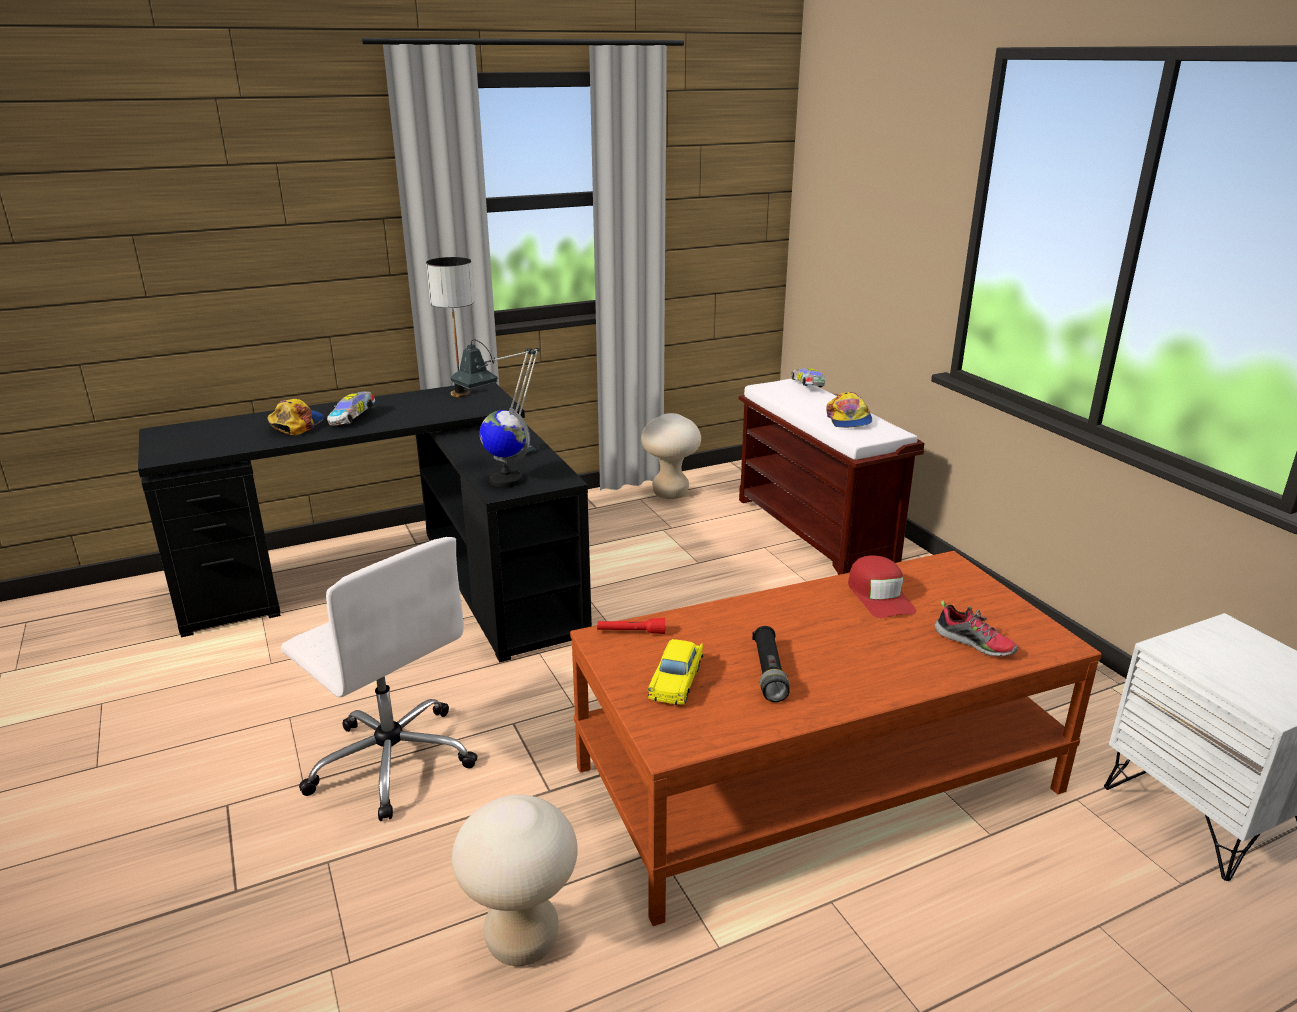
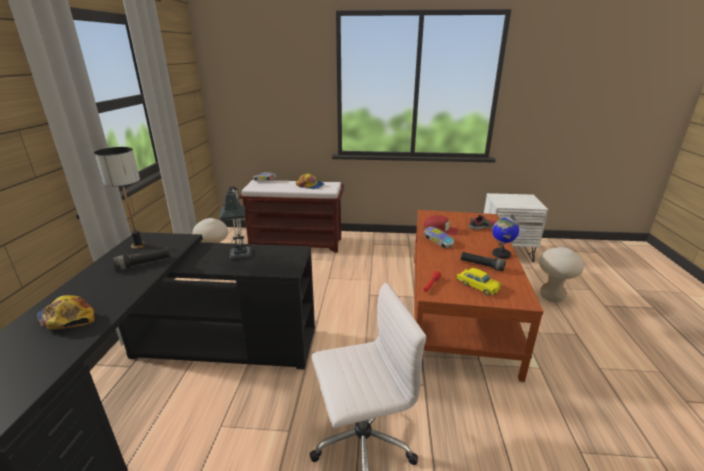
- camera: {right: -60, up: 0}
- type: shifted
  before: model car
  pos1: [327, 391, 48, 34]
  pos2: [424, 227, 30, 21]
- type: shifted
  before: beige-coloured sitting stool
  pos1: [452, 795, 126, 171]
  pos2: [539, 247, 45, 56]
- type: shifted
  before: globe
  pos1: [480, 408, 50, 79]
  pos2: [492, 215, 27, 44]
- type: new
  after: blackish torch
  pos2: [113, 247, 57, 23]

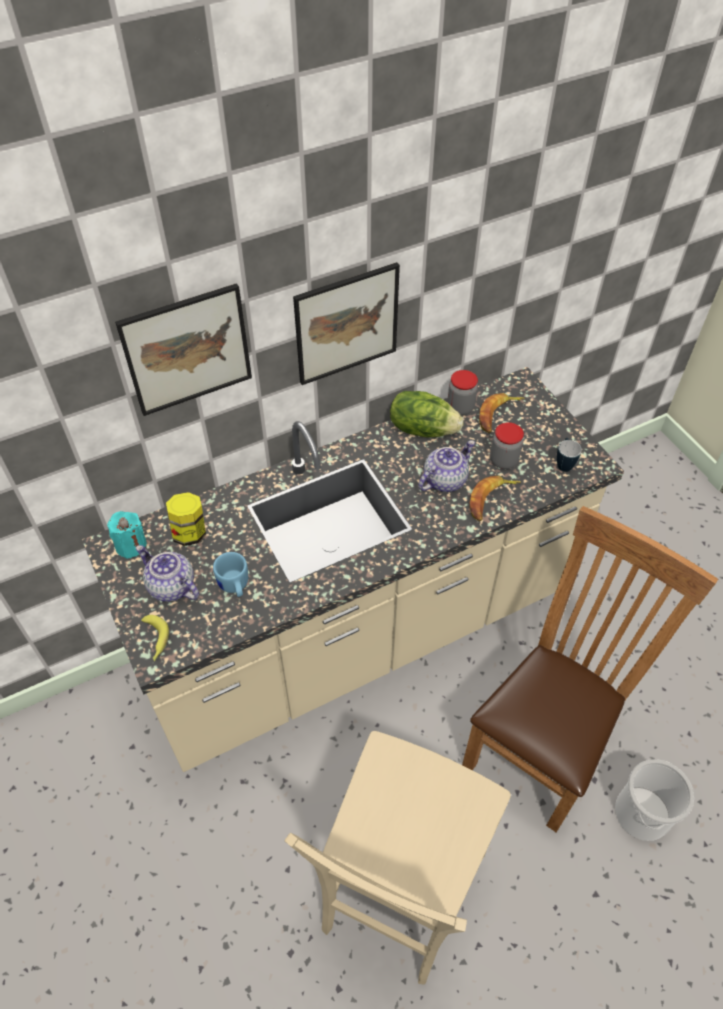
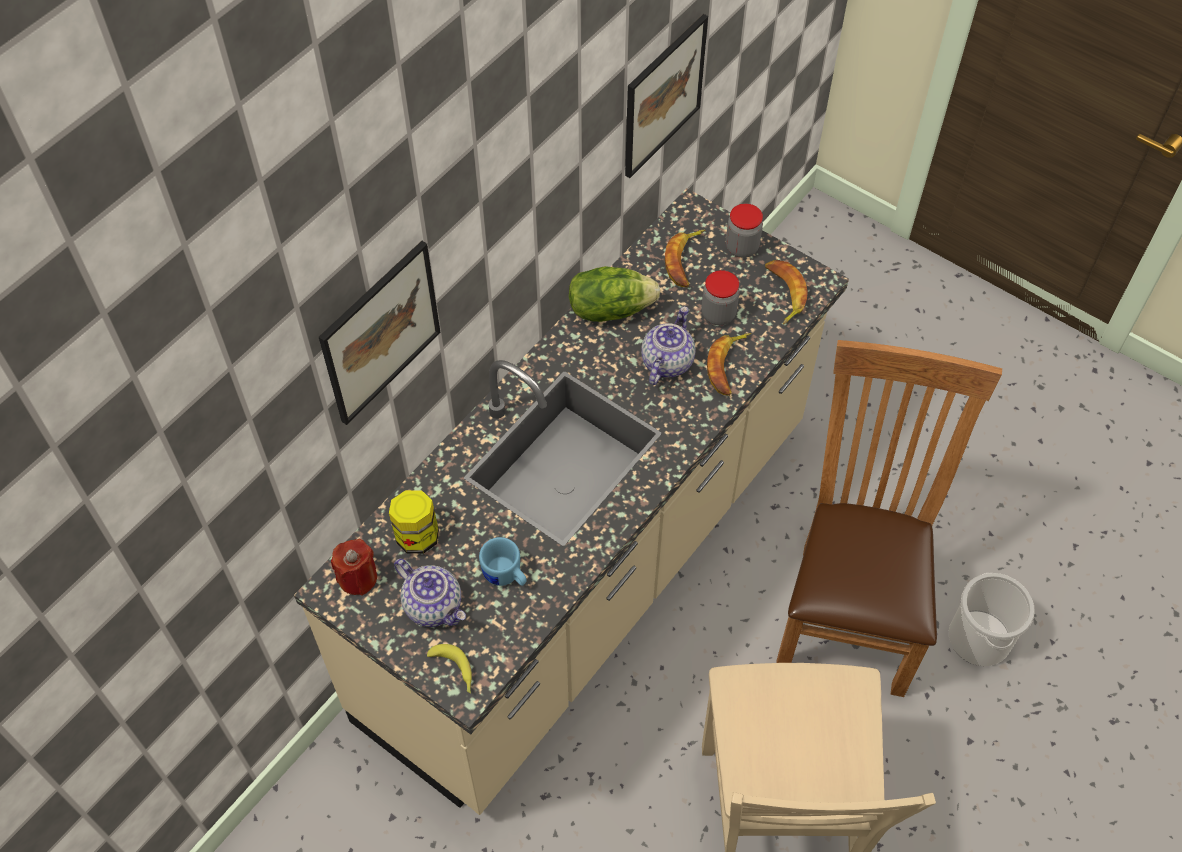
- camera: {right: -25, up: 5}
- type: repainted
  before: blue-green wax candle
  after: red wax candle
  pos1: [107, 511, 40, 48]
  pos2: [331, 539, 46, 57]
- type: rotated
  before: pot for tea
  pos1: [136, 545, 63, 57]
  pos2: [394, 559, 72, 68]
  turn: -150
- type: shifted
  before: wall art
  pos1: [293, 262, 107, 123]
  pos2: [625, 14, 83, 164]
- type: shifted
  before: storage jar
  pos1: [447, 370, 31, 45]
  pos2: [726, 204, 37, 54]
- type: swapped
  before: coffee mug
  after: banana
  pos1: [557, 438, 25, 34]
  pos2: [765, 260, 43, 65]

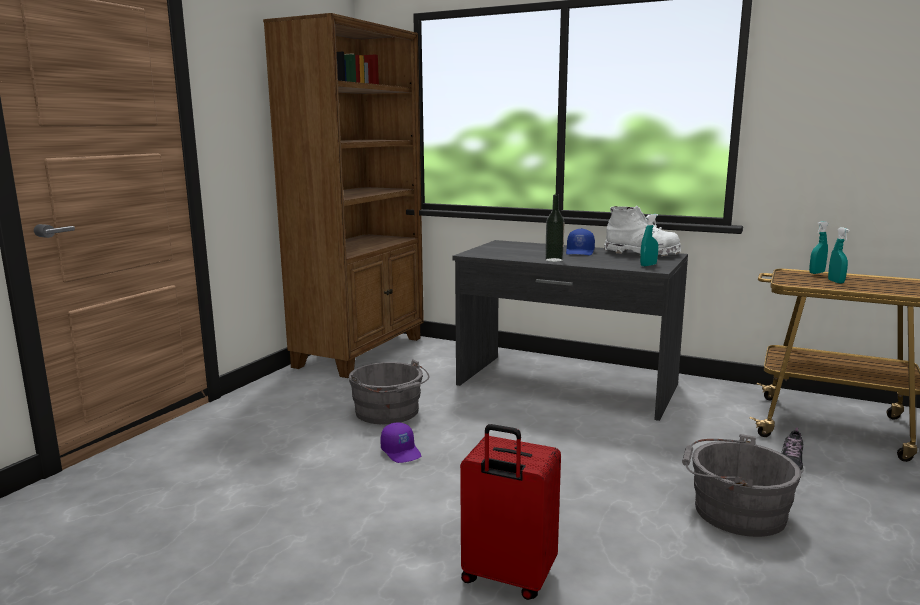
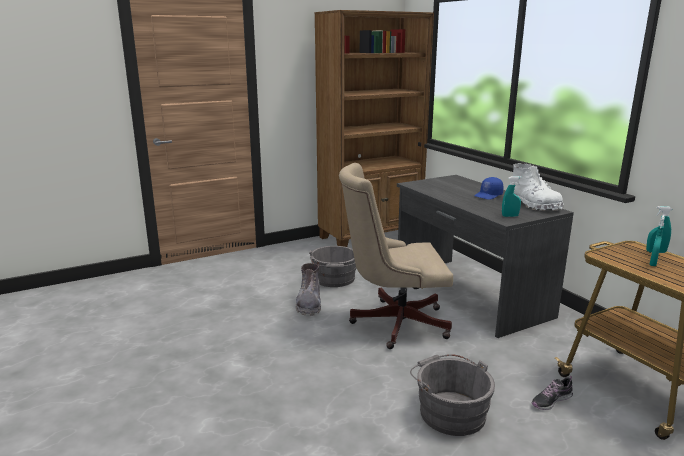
- camera: {right: 35, up: 5}
- type: swapped
  before: purplish baseball cap
  after: grey tall boot
  pos1: [381, 422, 40, 41]
  pos2: [295, 263, 26, 53]
- type: gone
  before: red suitcase
  pos1: [460, 424, 101, 176]
- type: gone
  before: bottle
  pos1: [545, 194, 19, 68]
- type: new
  after: beige-coloured desk chair
  pos2: [339, 163, 114, 186]

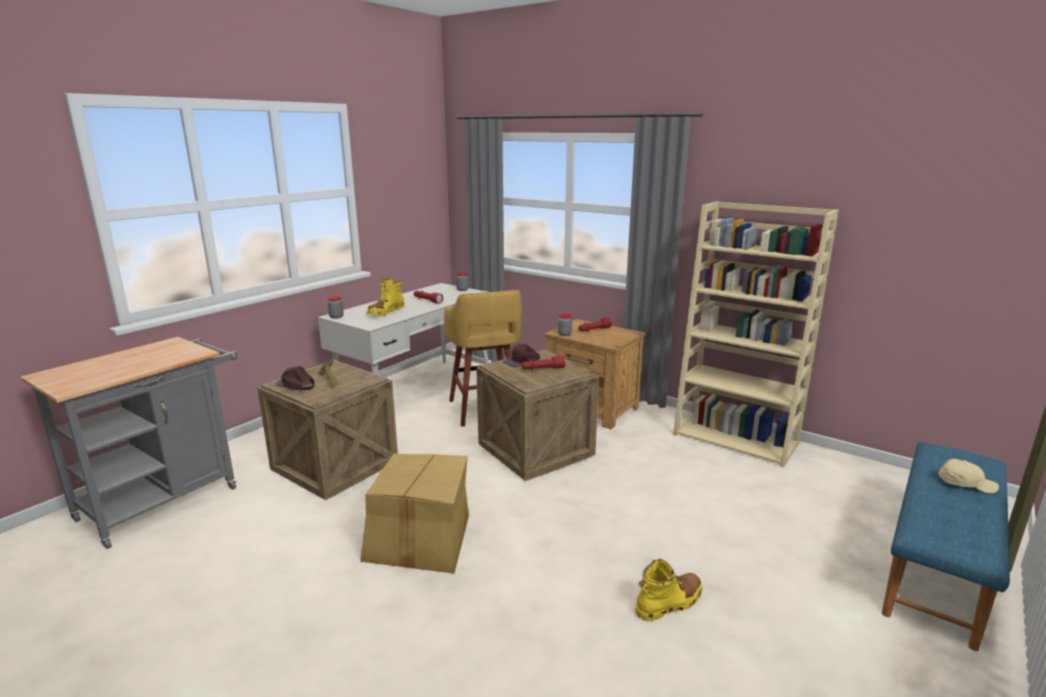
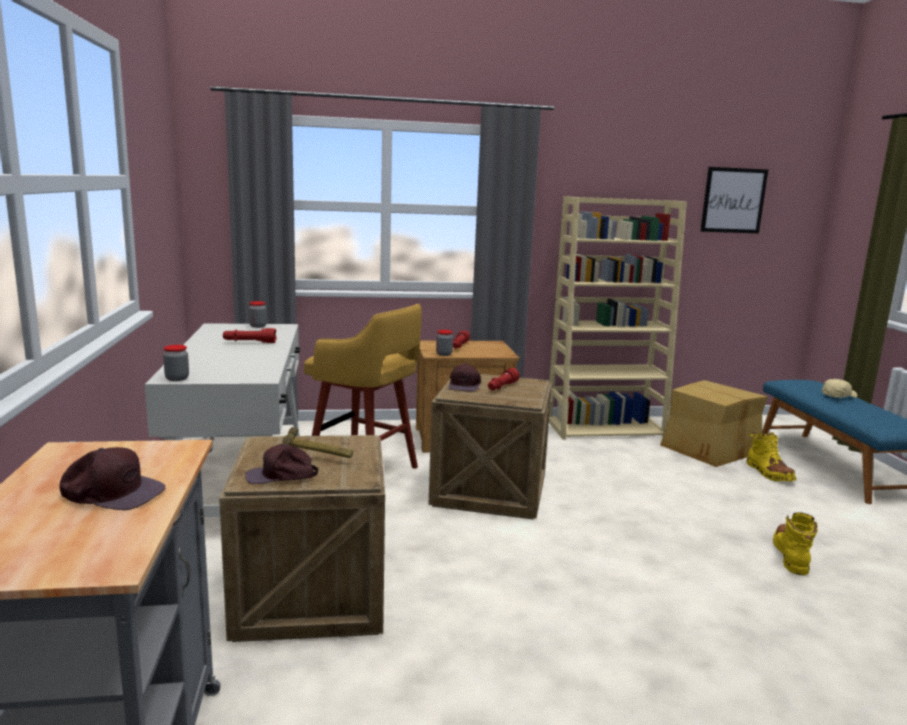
- camera: {right: -45, up: -5}
- type: shifted
  before: cardboard box
  pos1: [360, 454, 109, 120]
  pos2: [660, 380, 108, 87]
- type: shifted
  before: yellow-coloured tall boot
  pos1: [367, 278, 38, 37]
  pos2: [746, 432, 50, 50]
- type: new
  after: brown baseball cap
  pos2: [59, 447, 106, 63]
- type: new
  after: wall art
  pos2: [700, 167, 68, 66]

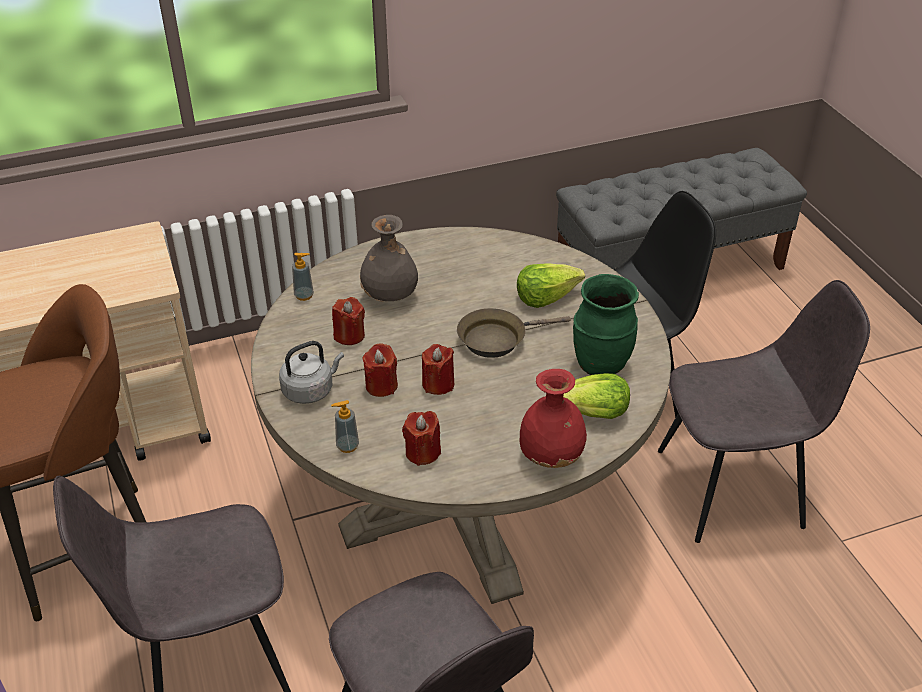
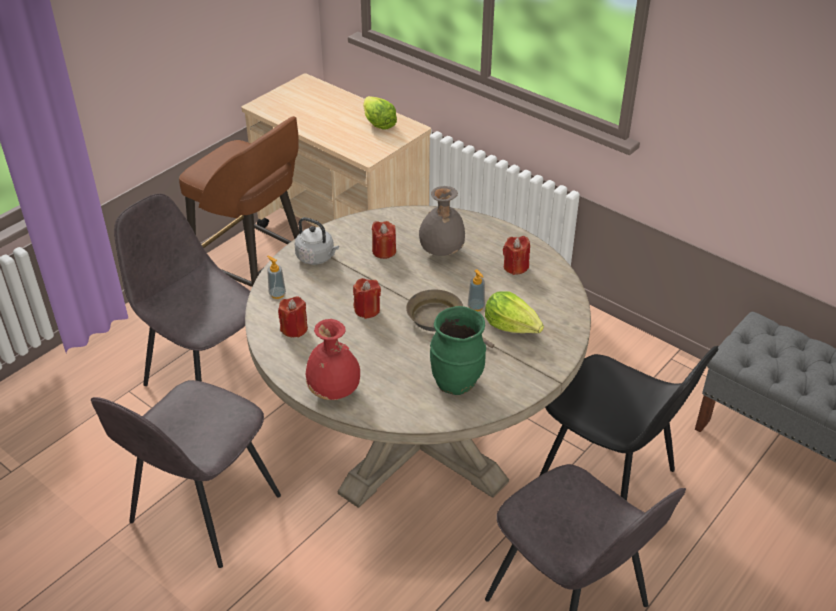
- camera: {right: 60, up: 0}
- type: shifted
  before: liquid soap bottle
  pos1: [292, 253, 22, 48]
  pos2: [468, 269, 17, 42]
- type: shifted
  before: red wax candle
  pos1: [362, 343, 36, 54]
  pos2: [503, 236, 27, 39]
- type: shifted
  before: head of lettuce
  pos1: [563, 373, 67, 46]
  pos2: [363, 96, 34, 34]

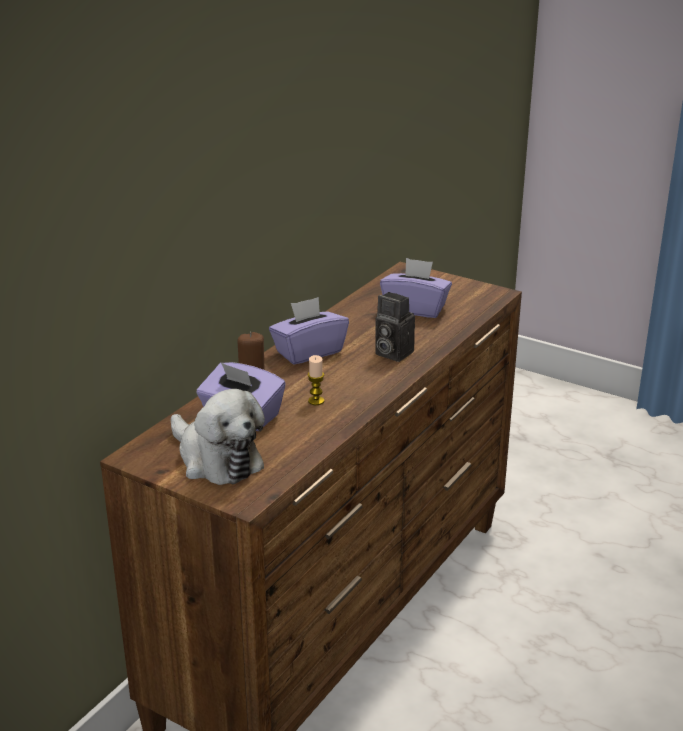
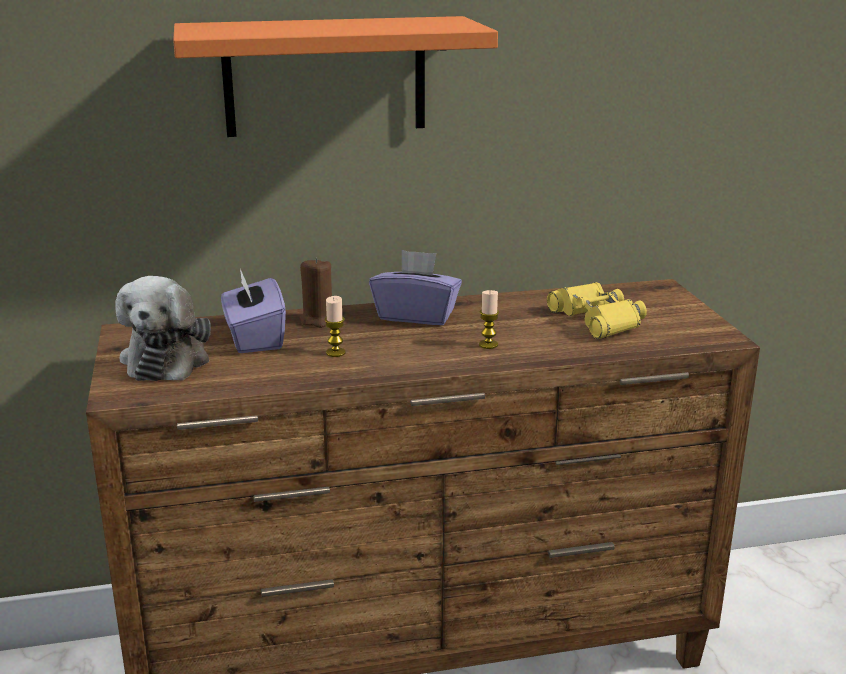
- camera: {right: 45, up: -5}
- type: swapped
  before: photo camera
  after: wax candle
  pos1: [375, 292, 40, 70]
  pos2: [479, 290, 20, 59]
- type: swapped
  before: purplish box of tissues
  after: yellow-coloured binoculars
  pos1: [380, 258, 72, 60]
  pos2: [547, 282, 100, 57]
- type: new
  after: orange-coloured bracket shelf
  pos2: [173, 16, 325, 121]

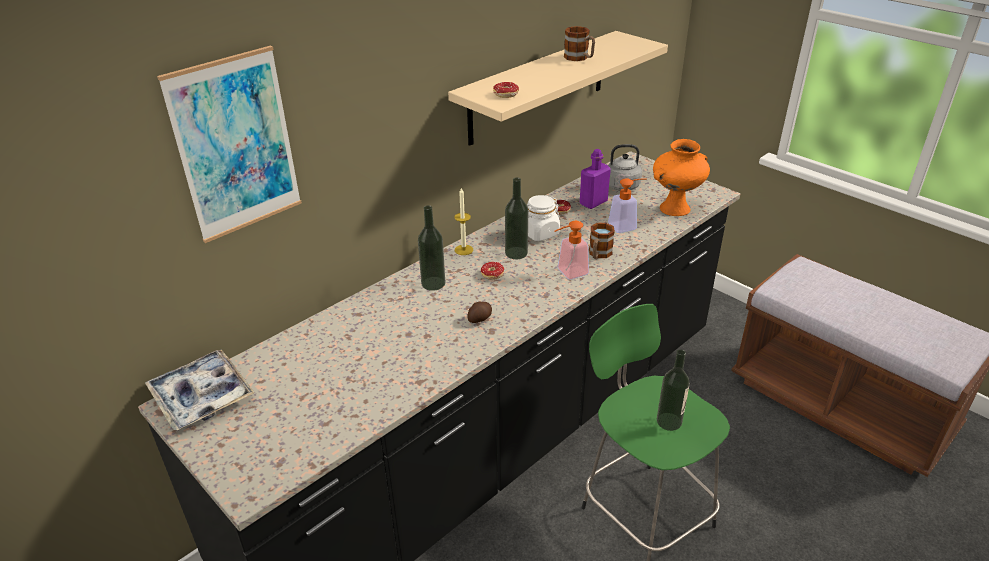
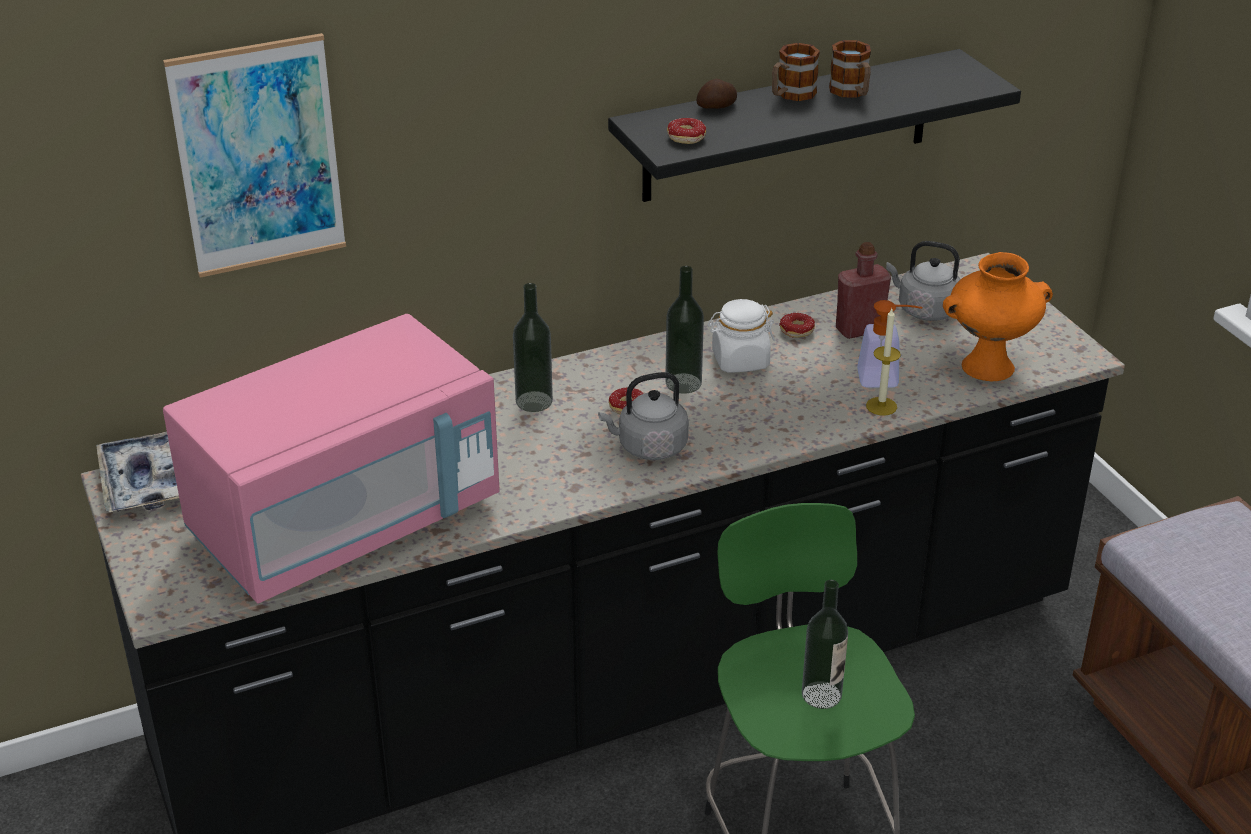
- camera: {right: 20, up: 0}
- type: repainted
  before: beige-coloured bracket shelf
  after: blackish bracket shelf
  pos1: [448, 31, 220, 115]
  pos2: [608, 49, 413, 153]
- type: shifted
  before: wax candle
  pos1: [454, 188, 19, 67]
  pos2: [866, 309, 35, 106]
- type: shifted
  before: whole potato
  pos1: [467, 302, 25, 21]
  pos2: [696, 79, 41, 30]
- type: gone
  before: liquid soap bottle
  pos1: [554, 221, 35, 59]
- type: repainted
  before: purplish bottle
  after: red bottle
  pos1: [580, 149, 31, 60]
  pos2: [836, 242, 55, 97]
- type: shifted
  before: coffee mug
  pos1: [589, 223, 26, 36]
  pos2: [772, 43, 48, 58]
- type: new
  after: pink microwave oven
  pos2: [163, 314, 337, 290]
- type: new
  after: grey tea kettle
  pos2: [598, 372, 91, 88]

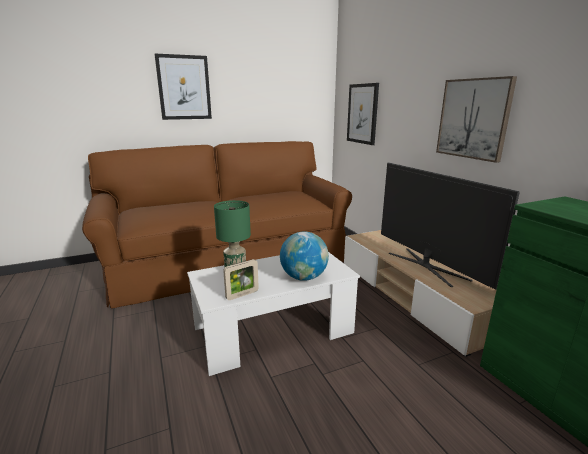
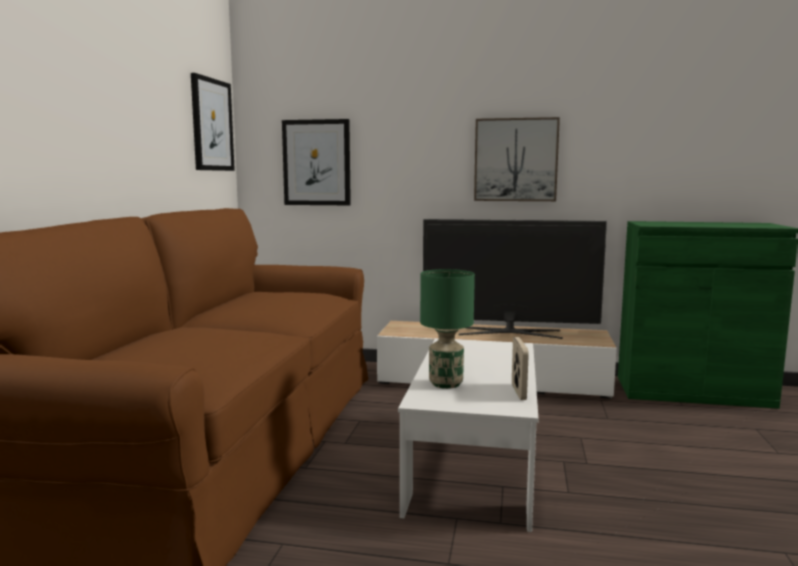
- camera: {right: -55, up: -10}
- type: shifted
  before: wall art
  pos1: [154, 54, 58, 66]
  pos2: [191, 73, 44, 98]
- type: gone
  before: globe
  pos1: [280, 232, 49, 49]

